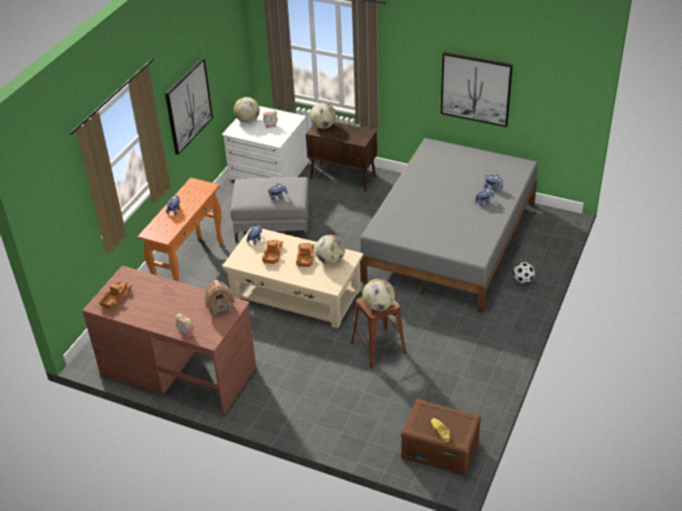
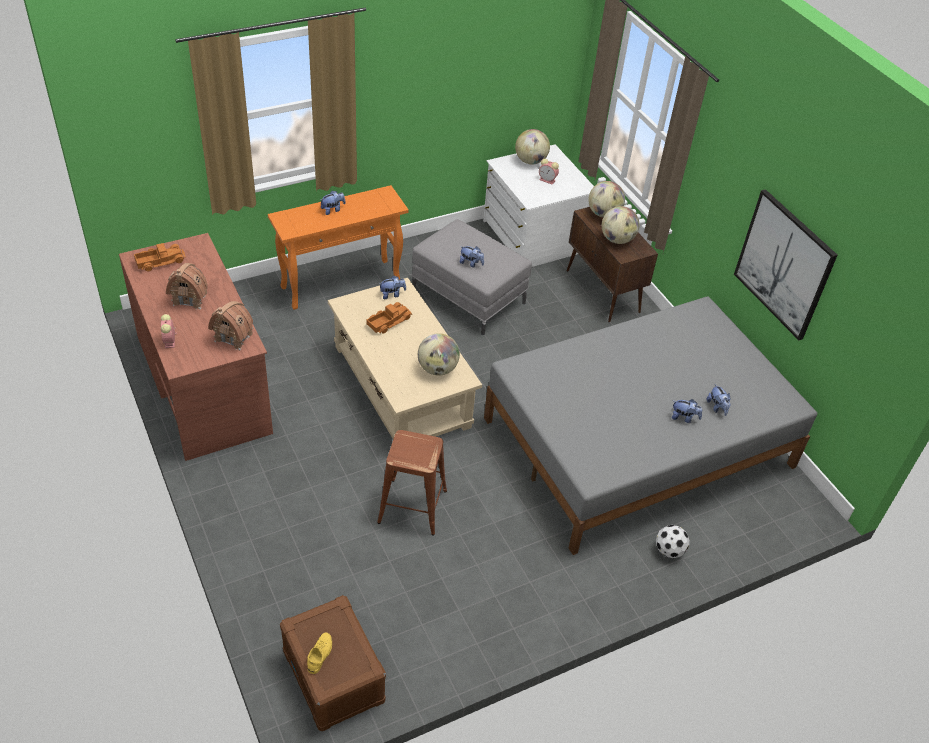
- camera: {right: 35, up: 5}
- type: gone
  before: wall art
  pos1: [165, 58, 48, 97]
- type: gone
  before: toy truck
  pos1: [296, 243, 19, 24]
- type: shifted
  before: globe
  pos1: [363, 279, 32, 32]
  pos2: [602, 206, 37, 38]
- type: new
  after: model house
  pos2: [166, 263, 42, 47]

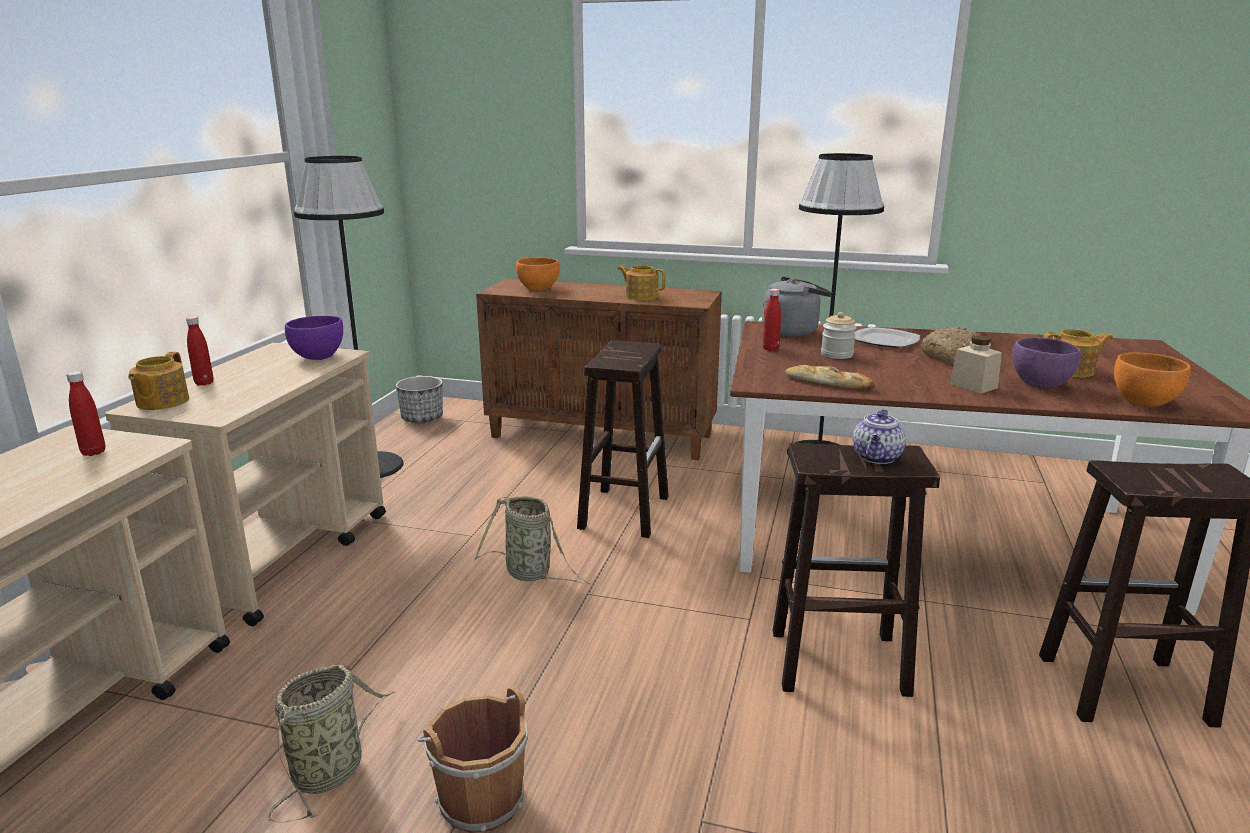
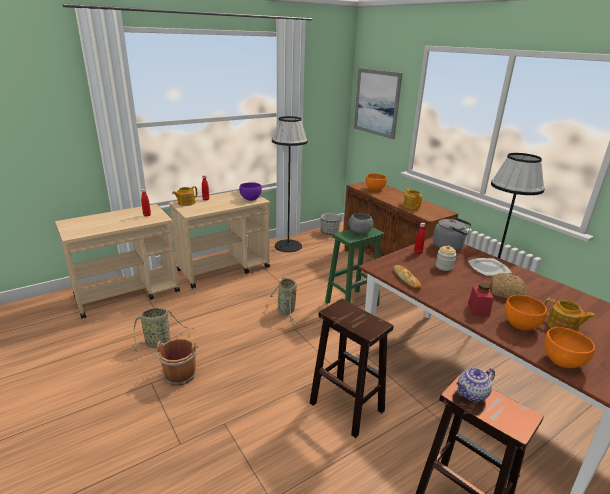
- camera: {right: 40, up: 5}
- type: repainted
  before: brown sitting stool
  after: green-coloured sitting stool
  pos1: [577, 340, 92, 198]
  pos2: [325, 227, 59, 79]
- type: shifted
  before: pot for tea
  pos1: [853, 409, 53, 55]
  pos2: [456, 367, 39, 35]
- type: repainted
  before: beige-coloured storage jar
  after: red storage jar
  pos1: [950, 335, 52, 59]
  pos2: [468, 283, 26, 34]
- type: repainted
  before: purplish bowl
  after: orange-coloured bowl
  pos1: [1012, 337, 69, 52]
  pos2: [505, 295, 42, 35]
- type: new
  after: grey bowl
  pos2: [349, 213, 24, 21]
- type: new
  after: wall art
  pos2: [354, 68, 48, 71]

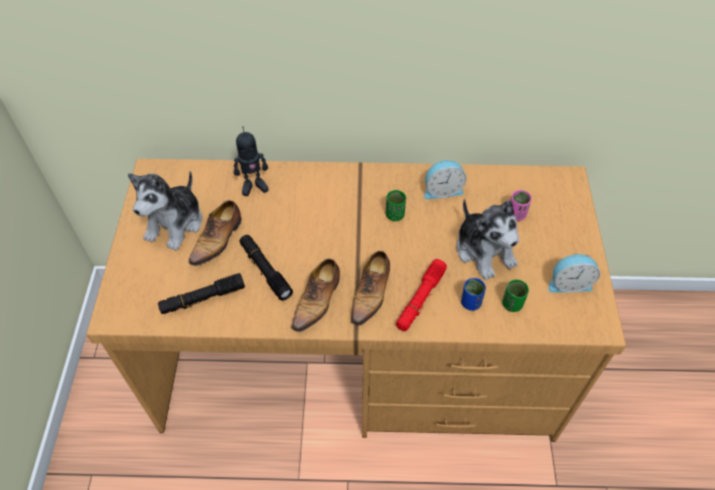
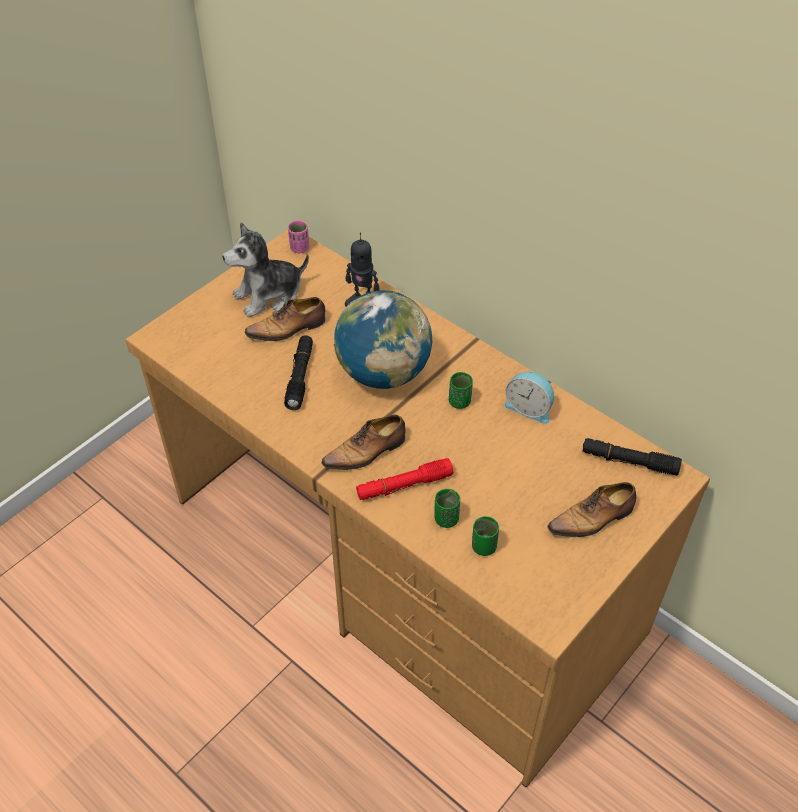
- camera: {right: 40, up: -5}
- type: shifted
  before: blackish torch
  pos1: [158, 273, 87, 41]
  pos2: [582, 438, 100, 38]
- type: shifted
  before: low shoe
  pos1: [291, 259, 49, 73]
  pos2: [547, 482, 89, 57]
- type: gone
  before: cuddly toy
  pos1: [457, 199, 62, 81]
- type: repainted
  before: blue-coloured small cup
  after: green-coloured small cup
  pos1: [461, 278, 25, 33]
  pos2: [434, 489, 26, 39]
- type: shifted
  before: pink small cup
  pos1: [510, 190, 22, 31]
  pos2: [288, 221, 21, 32]
- type: gone
  before: table clock
  pos1: [548, 253, 52, 40]
- type: new
  after: globe
  pos2: [333, 290, 99, 99]

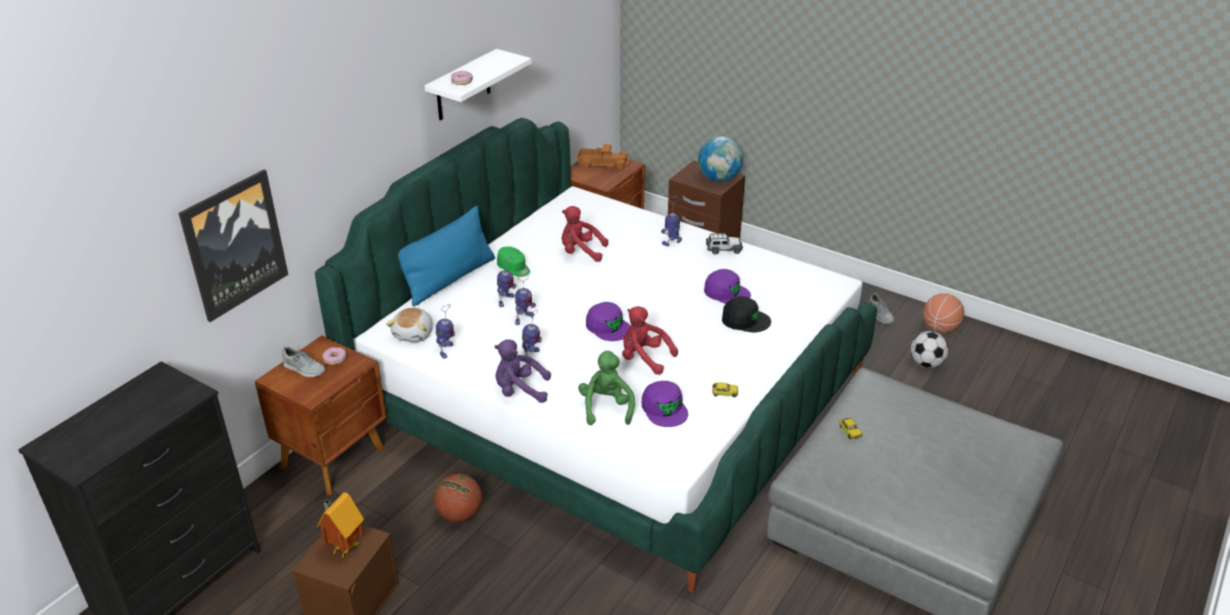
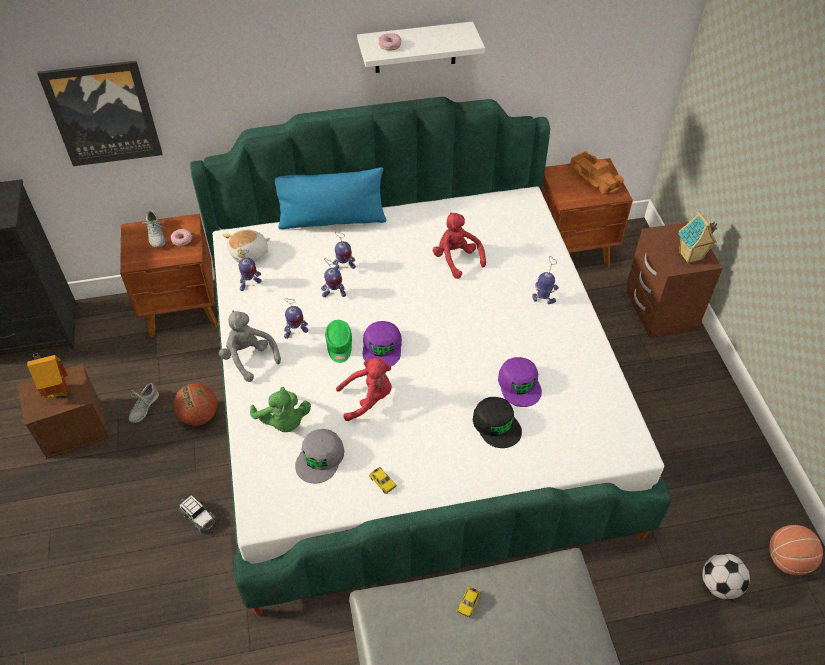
- camera: {right: 45, up: 15}
- type: repainted
  before: purplish cuddly toy
  after: grey cuddly toy
  pos1: [494, 339, 57, 64]
  pos2: [219, 311, 62, 71]
- type: shifted
  before: green-coloured baseball cap
  pos1: [497, 246, 33, 31]
  pos2: [326, 320, 26, 43]
- type: rotated
  before: green-coloured cuddly toy
  pos1: [578, 351, 57, 74]
  pos2: [250, 387, 61, 45]
  turn: 105
- type: rotated
  before: red cuddly toy
  pos1: [622, 306, 56, 69]
  pos2: [336, 358, 56, 63]
  turn: 90
- type: repainted
  before: purplish baseball cap
  after: grey baseball cap
  pos1: [642, 381, 46, 46]
  pos2: [295, 429, 49, 55]
- type: swapped
  before: globe
  after: model house
  pos1: [698, 136, 45, 46]
  pos2: [678, 211, 39, 53]
- type: shifted
  before: model car
  pos1: [706, 233, 37, 22]
  pos2: [179, 495, 39, 38]
- type: shifted
  before: grey low shoe
  pos1: [868, 293, 27, 31]
  pos2: [129, 383, 30, 40]

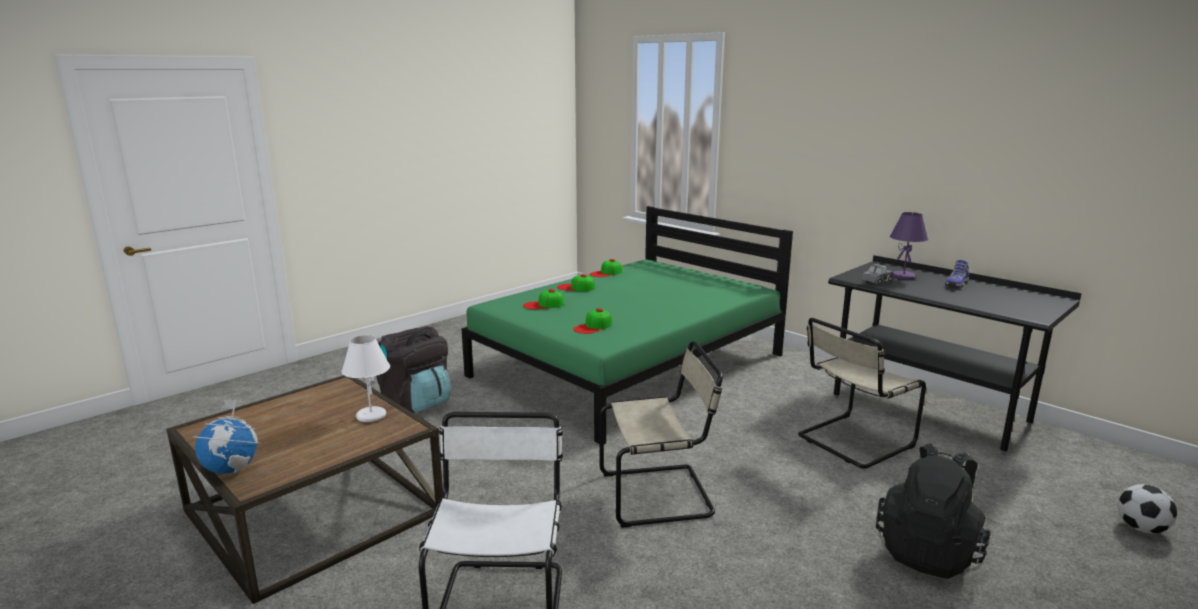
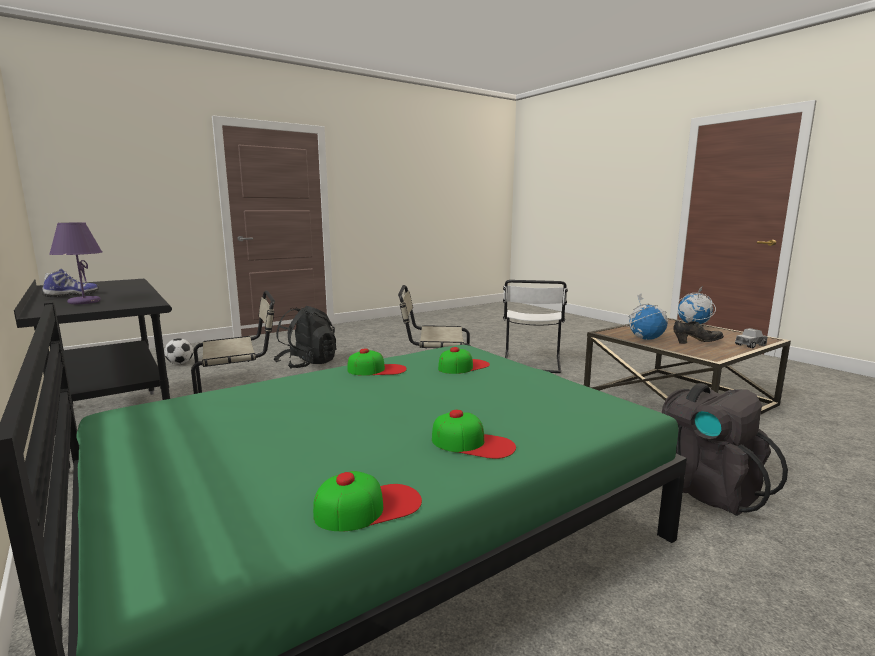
- camera: {right: -170, up: -5}
- type: swapped
  before: white-coloured lamp for a table
  after: globe
  pos1: [342, 335, 48, 87]
  pos2: [627, 294, 41, 46]
- type: shifted
  before: baseball cap
  pos1: [523, 289, 41, 20]
  pos2: [348, 348, 59, 28]
- type: shifted
  before: toy truck
  pos1: [863, 264, 30, 21]
  pos2: [735, 328, 33, 20]
- type: new
  after: blackish low shoe
  pos2: [673, 320, 51, 24]

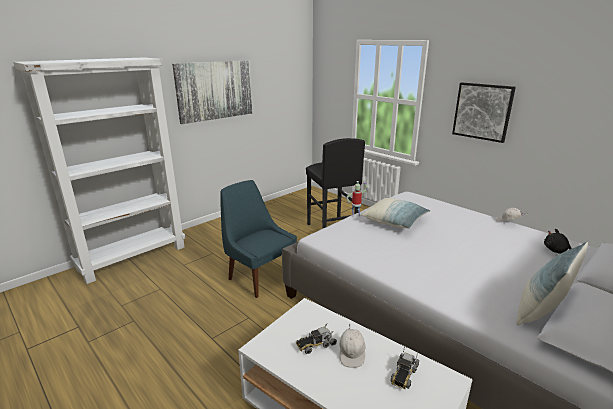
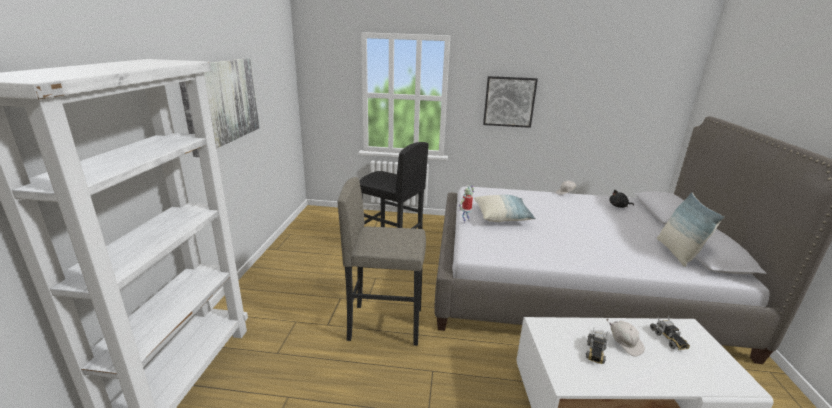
- camera: {right: -40, up: 0}
- type: swapped
  before: blue-coloured chair
  after: grey sitting stool
  pos1: [220, 180, 77, 118]
  pos2: [338, 177, 88, 169]

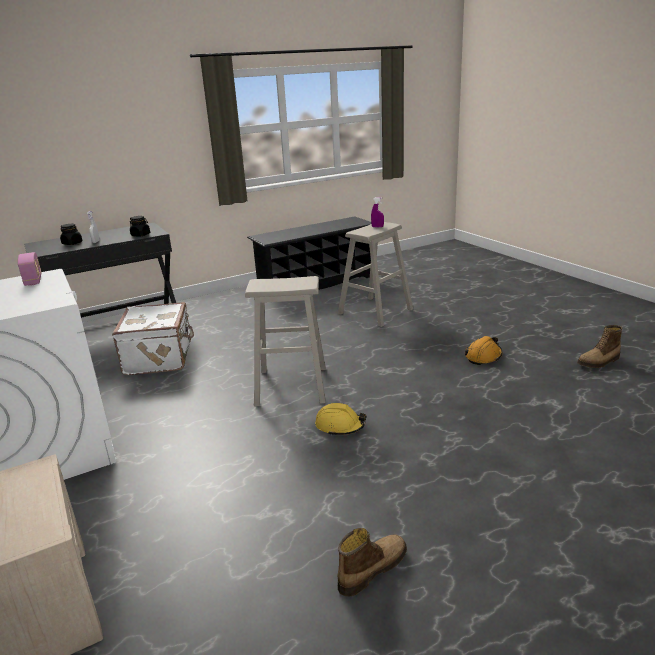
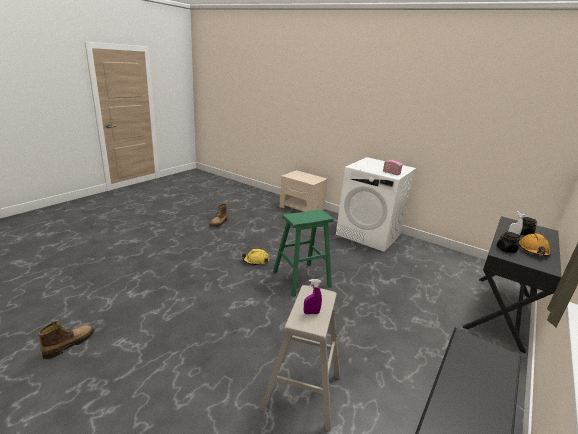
- camera: {right: 150, up: 0}
- type: gone
  before: white-coloured suitcase
  pos1: [112, 302, 82, 73]
- type: repainted
  before: beige-coloured sitting stool
  after: green-coloured sitting stool
  pos1: [245, 276, 81, 130]
  pos2: [273, 209, 61, 88]
- type: shifted
  before: orange-coloured work helmet
  pos1: [465, 336, 37, 29]
  pos2: [519, 233, 32, 23]

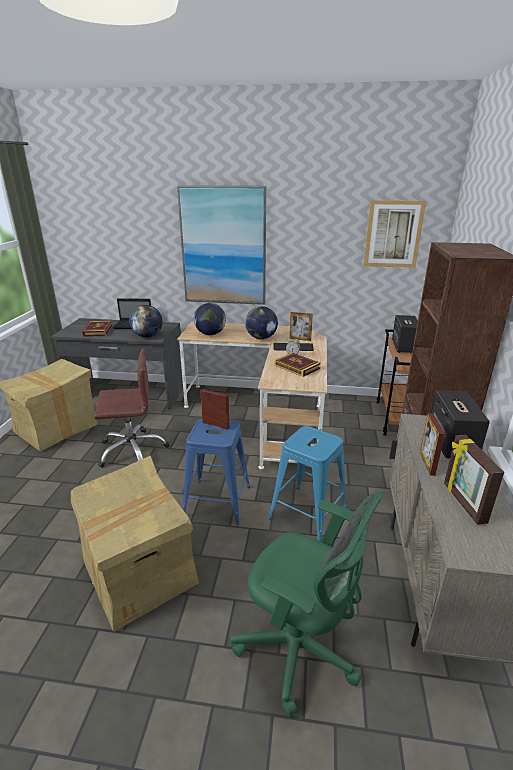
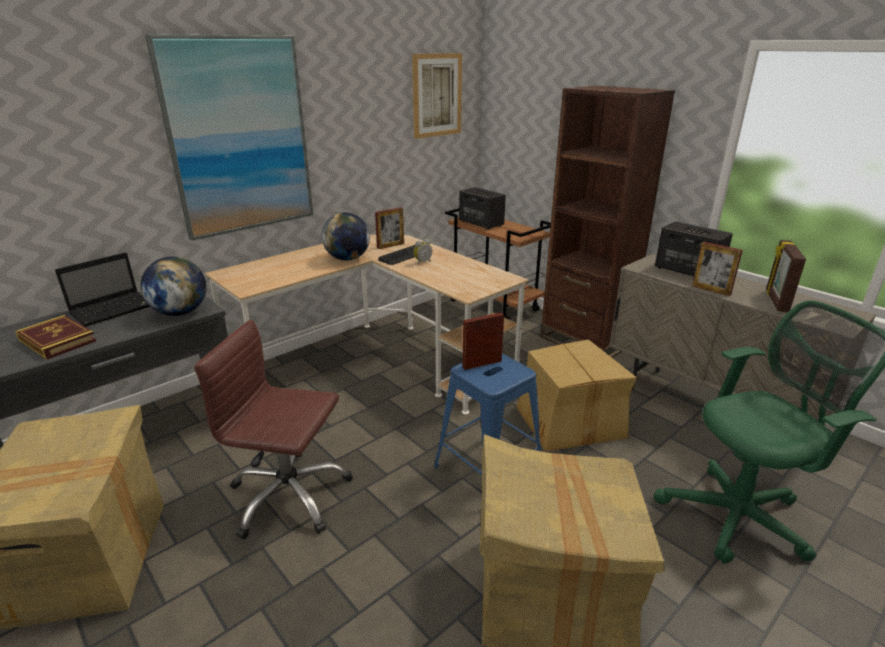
- camera: {right: -50, up: 0}
- type: rotated
  before: brown desk chair
  pos1: [94, 349, 75, 119]
  pos2: [194, 320, 159, 219]
  turn: -105
- type: gone
  before: globe
  pos1: [194, 303, 32, 32]
- type: swapped
  before: blue-coloured sitting stool
  after: cardboard box
  pos1: [268, 426, 79, 115]
  pos2: [516, 339, 121, 112]
- type: gone
  before: bound book
  pos1: [274, 353, 47, 24]
- type: rotated
  before: standing frame
  pos1: [444, 435, 60, 90]
  pos2: [766, 240, 40, 72]
  turn: 75

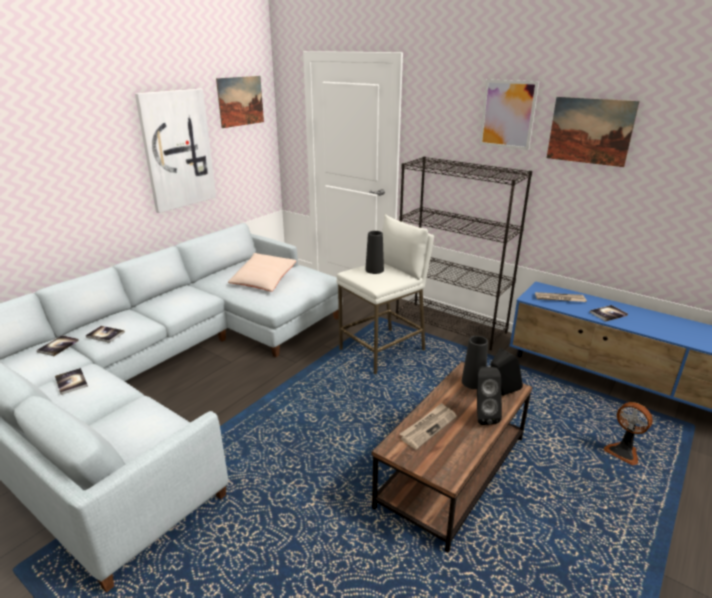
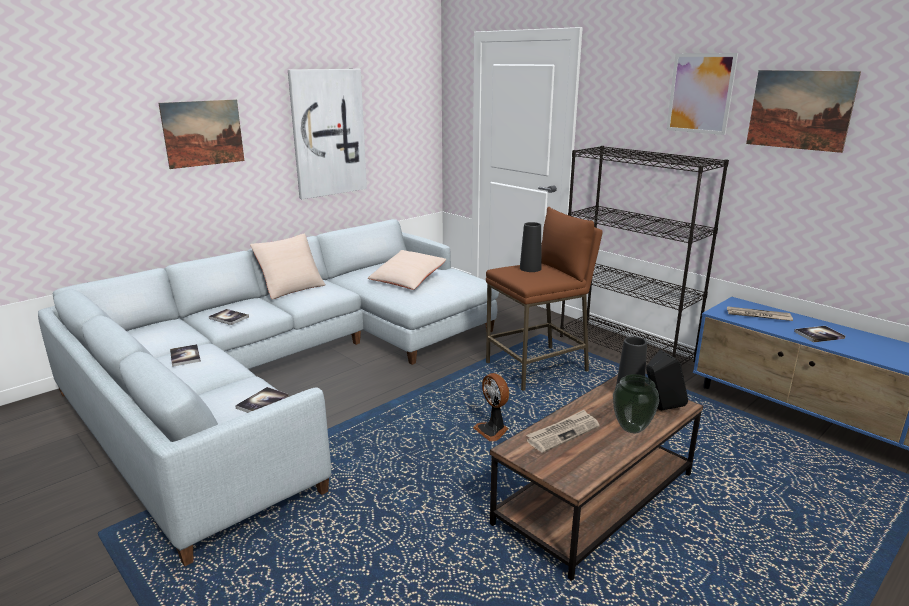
- camera: {right: 10, up: -5}
- type: shifted
  before: bound book
  pos1: [37, 335, 42, 21]
  pos2: [235, 387, 54, 26]
- type: shifted
  before: wall art
  pos1: [216, 76, 48, 52]
  pos2: [159, 99, 85, 70]
- type: repainted
  before: white-coloured sitting stool
  after: brown sitting stool
  pos1: [337, 214, 97, 160]
  pos2: [486, 207, 117, 184]
- type: swapped
  before: blackish speaker
  after: decorative vase
  pos1: [477, 366, 25, 59]
  pos2: [613, 374, 46, 59]
- type: shifted
  before: electric fan
  pos1: [604, 402, 49, 63]
  pos2: [473, 373, 36, 68]
- type: new
  after: beige-coloured throw pillow
  pos2: [250, 233, 75, 67]

